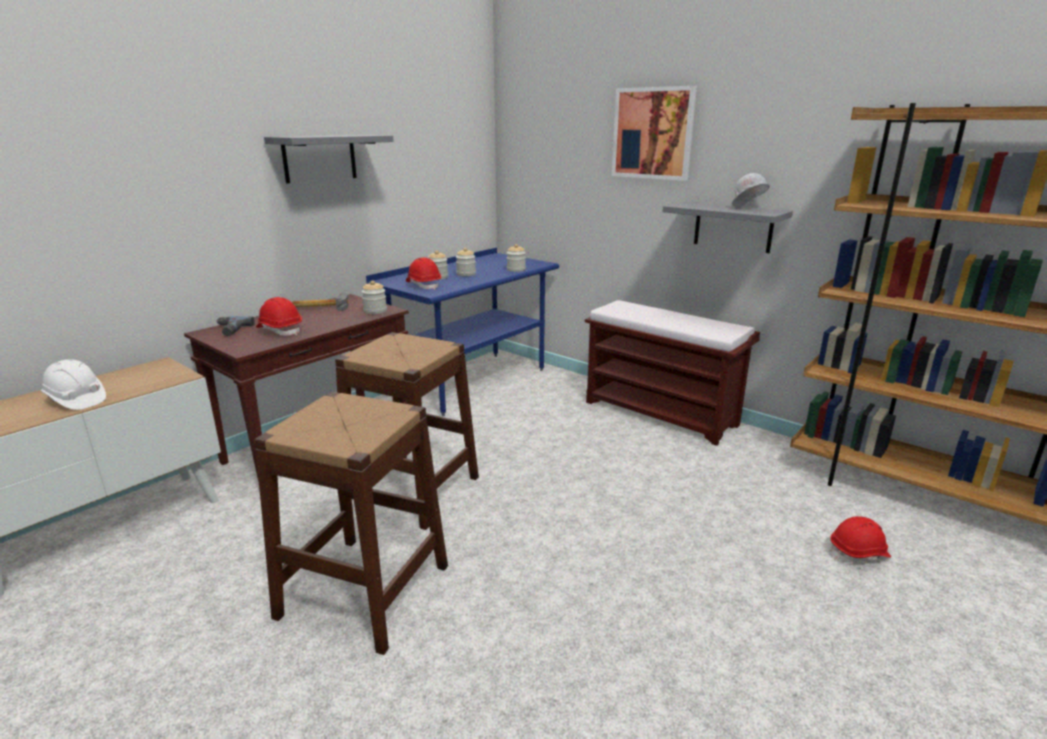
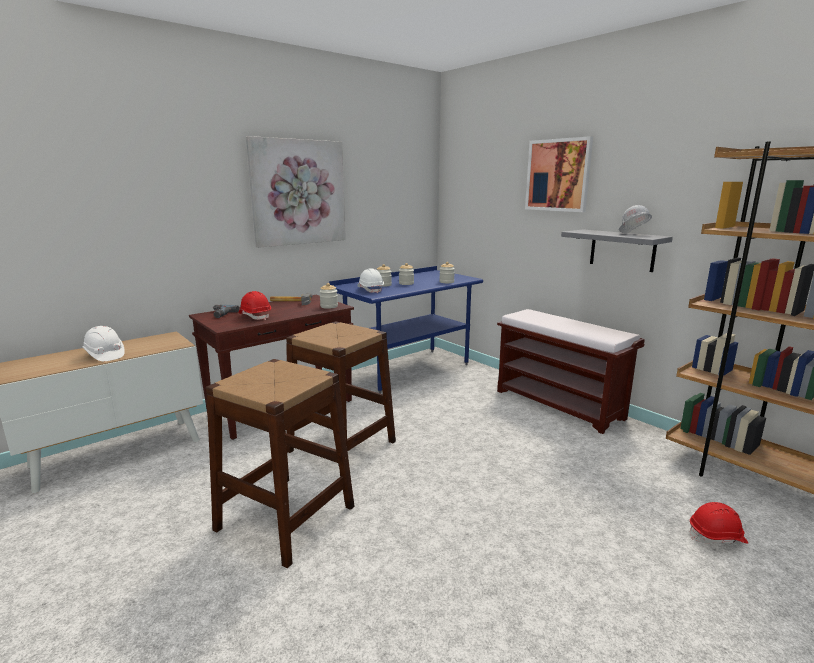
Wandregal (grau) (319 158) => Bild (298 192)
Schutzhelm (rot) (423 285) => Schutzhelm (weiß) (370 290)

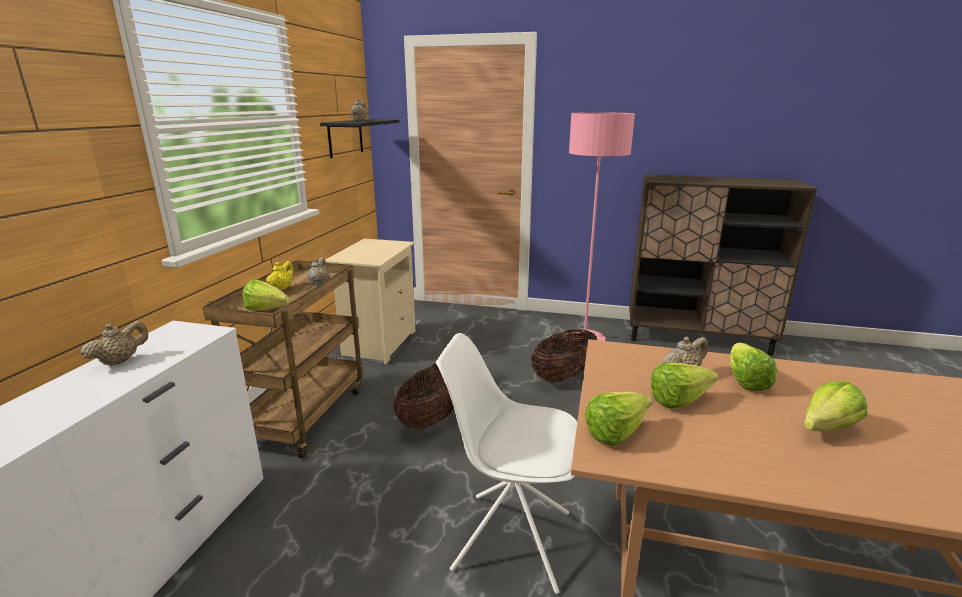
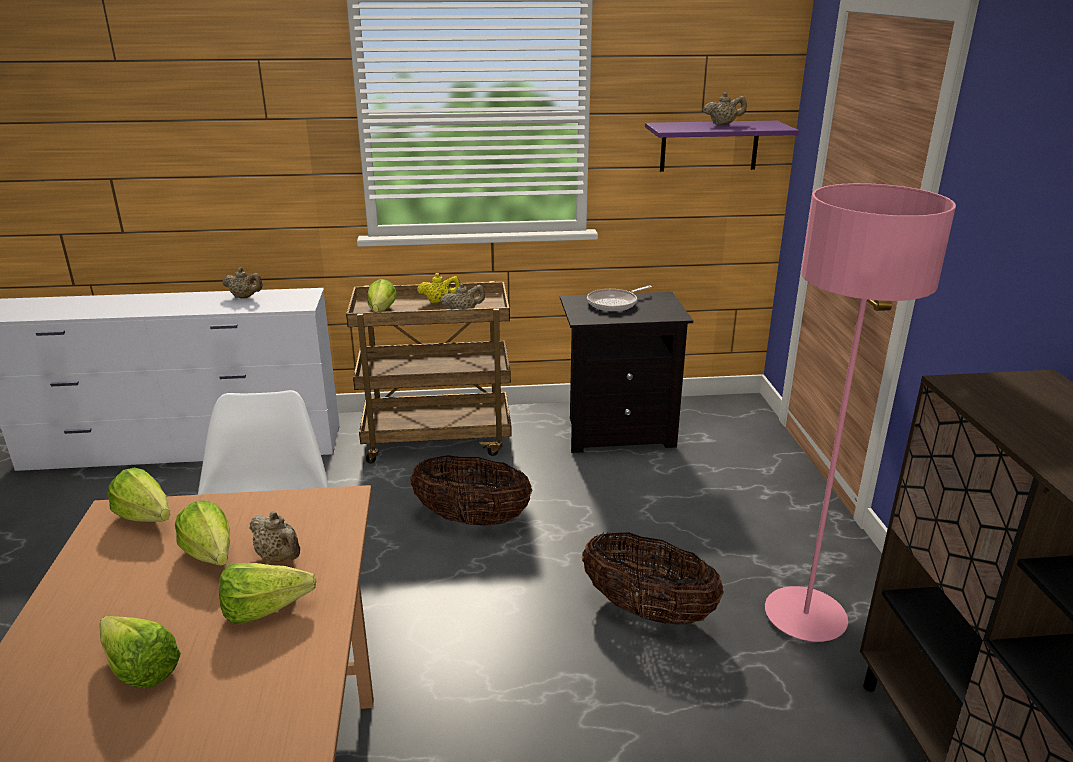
Wandregal (schwarz) (345 138) => Wandregal (lila) (709 146)
Nachttisch (beige) (378 343) => Nachttisch (schwarz) (618 432)
nothing => Pfanne (614 303)

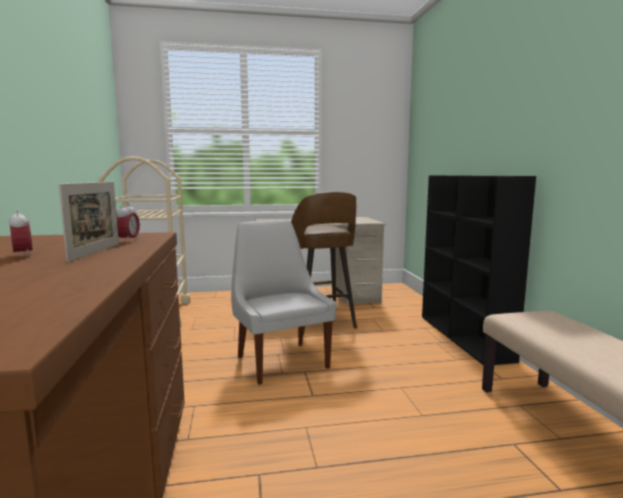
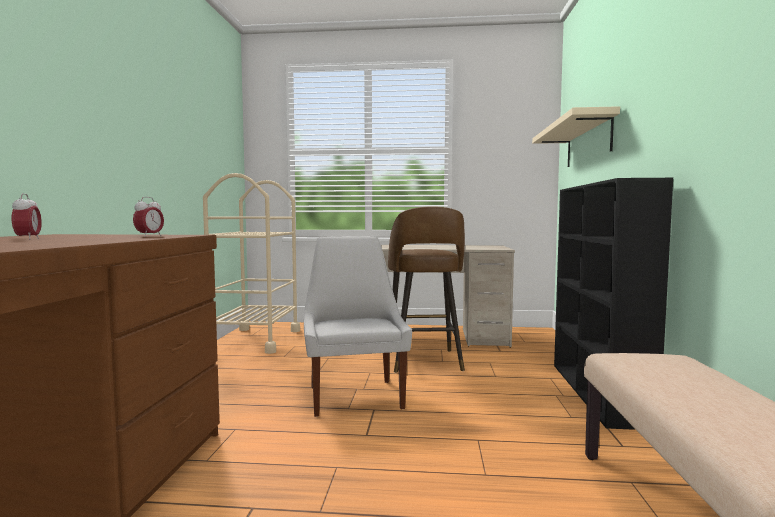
Bilderrahmen (95 252) => nothing
nothing => Wandregal (beige) (588 142)

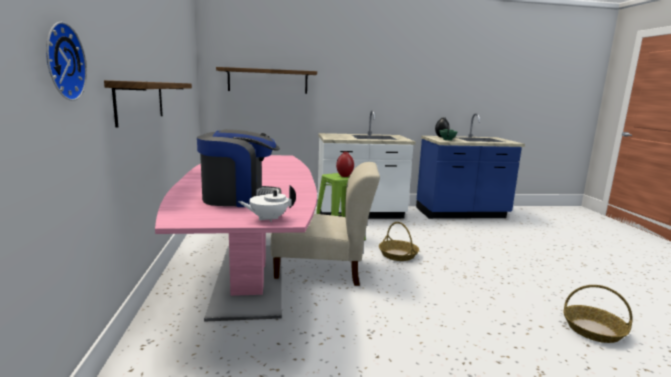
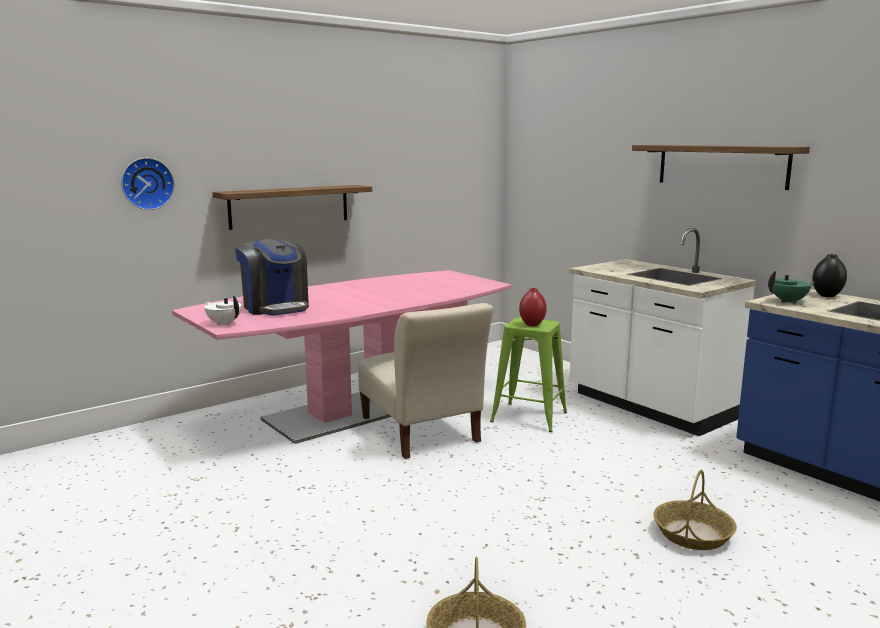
Wandregal (268 81) => Wandregal (721 166), move
Korb (398 255) => Korb (693 534), move

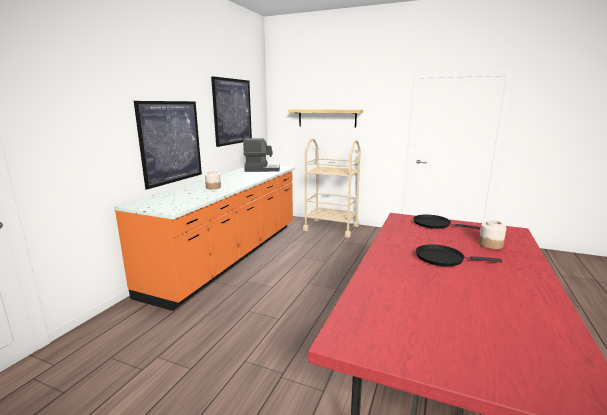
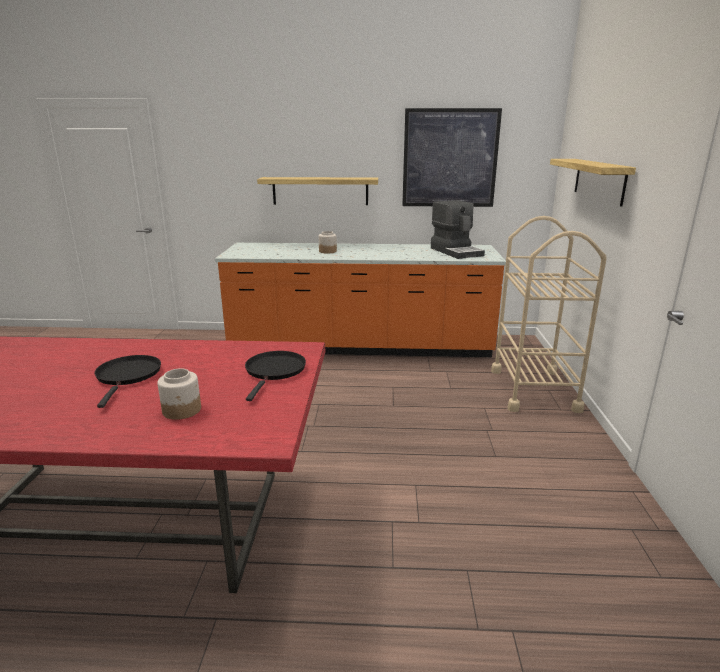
Bild (171 142) => Wandregal (320 191)

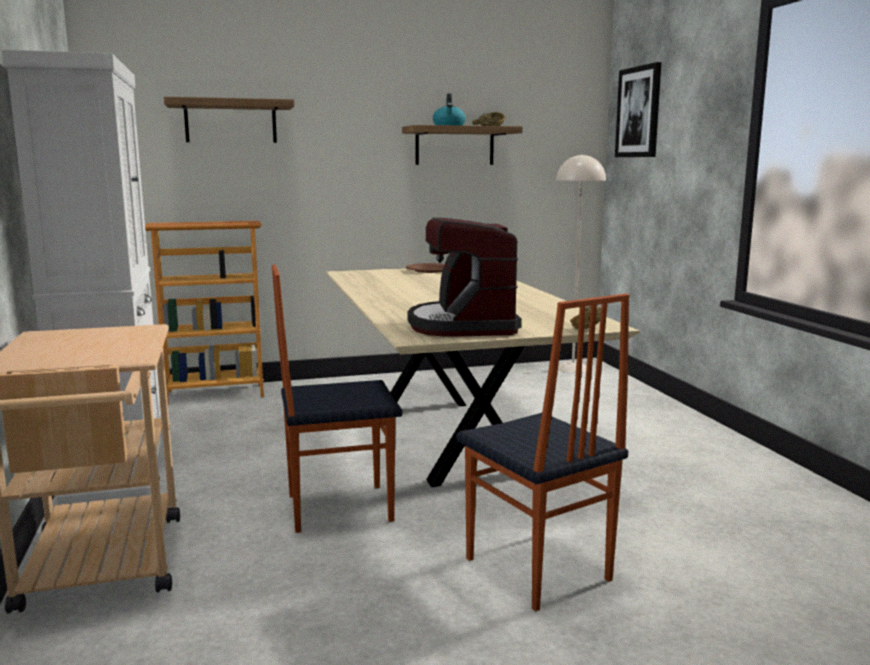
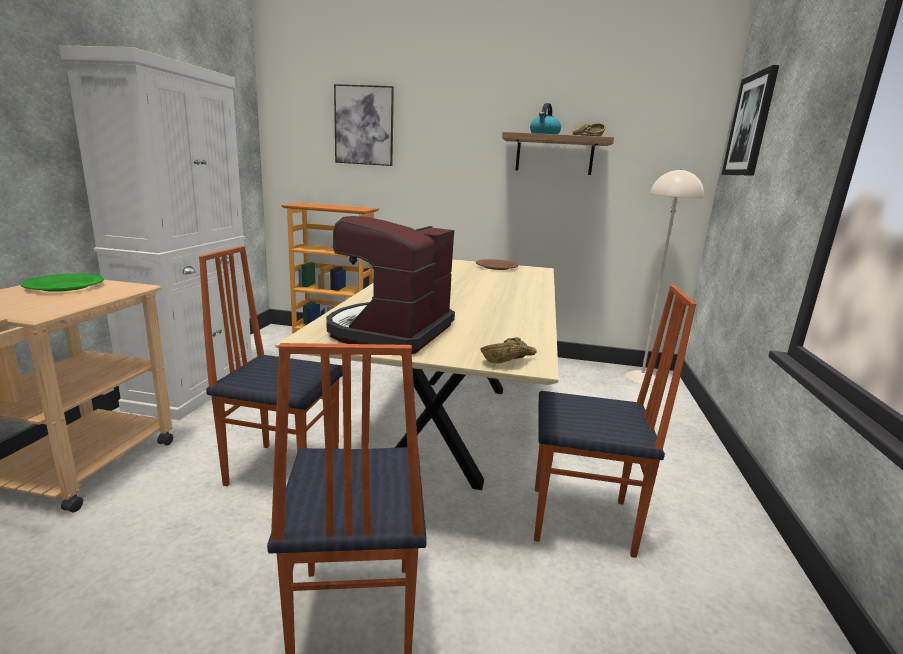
Wandregal (230 122) => Bild (364 125)
nothing => Teller (grün) (64 286)
nothing => Stuhl (582 522)

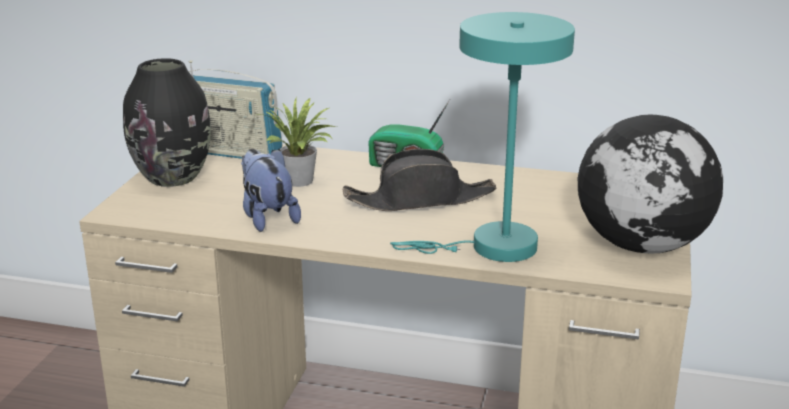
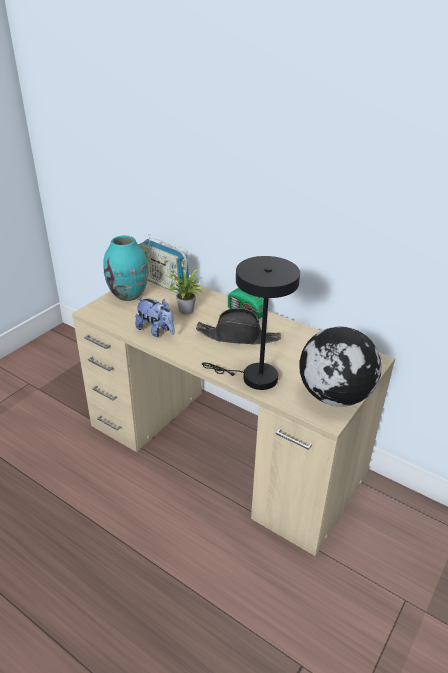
Tischlampe (türkis) (492 248) => Tischlampe (schwarz) (253 377)
Vase (schwarz) (173 177) => Vase (türkis) (129 295)
Plüschtier (267 217) => Plüschtier (156 331), 135 degrees clockwise

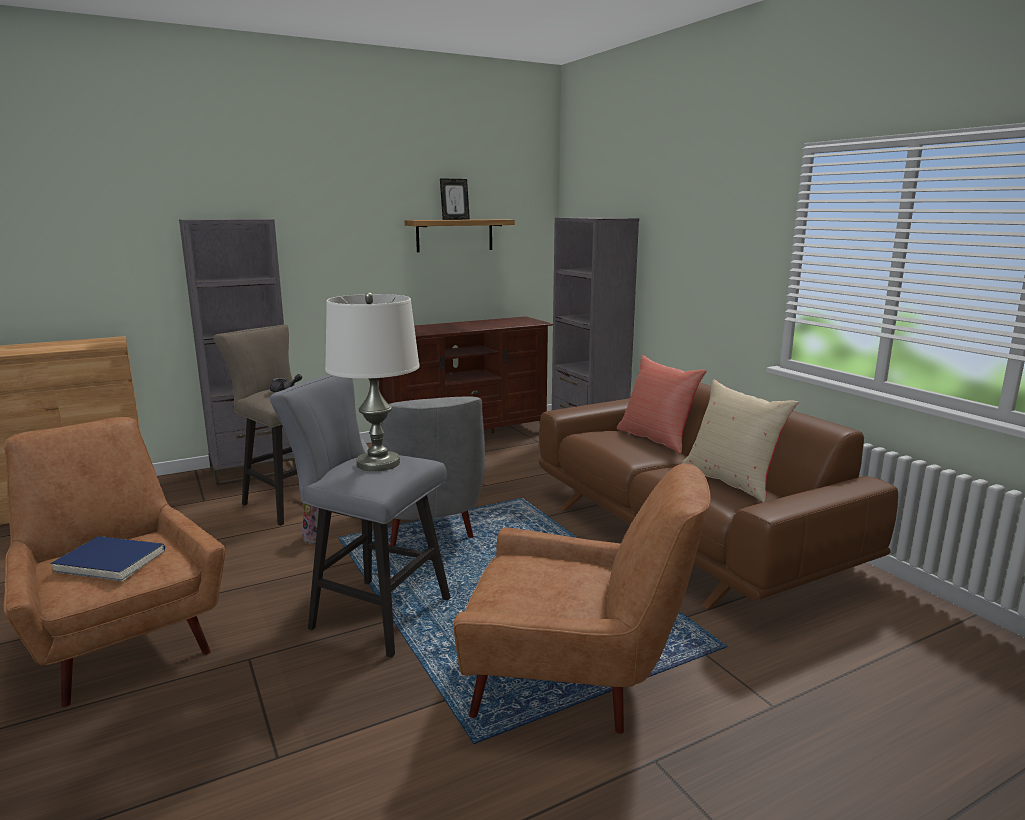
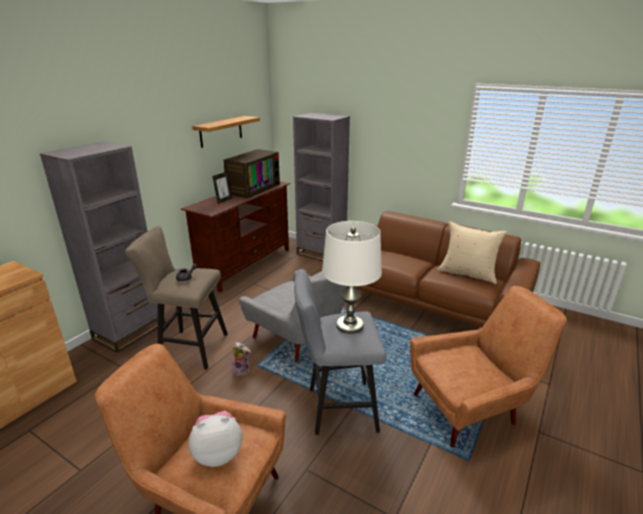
Bilderrahmen (455 219) => Bilderrahmen (224 200), move
Kissen (rot) (656 439) => nothing
Buch (blau) (110 562) => Plüschtier (218 453)
nothing => Fernseher (253 188)

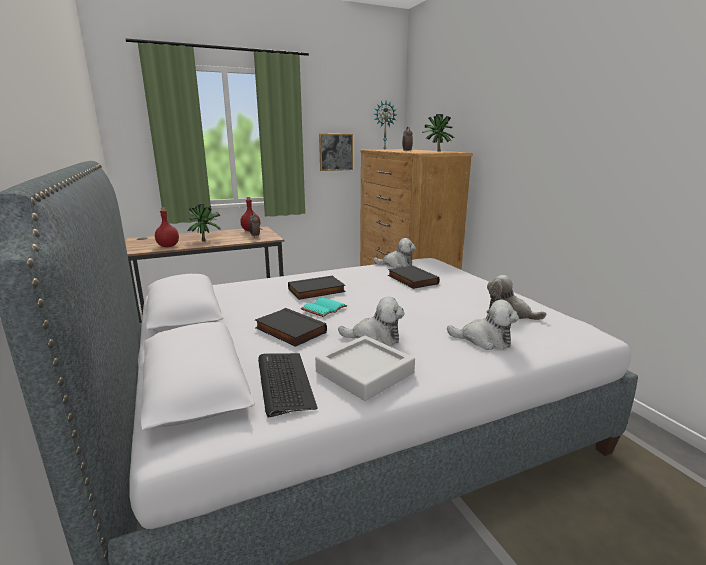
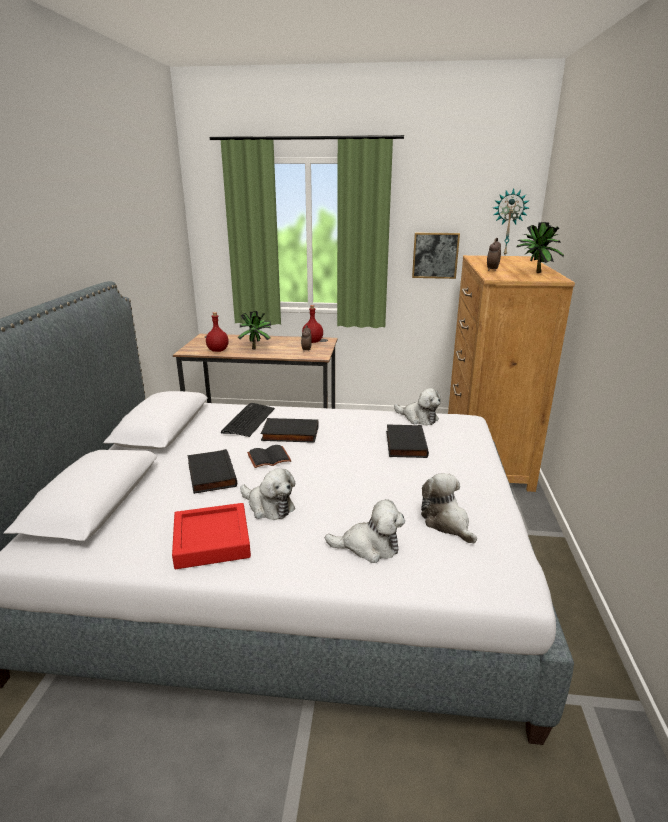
Buch (türkis) (323 308) => Buch (schwarz) (269 457)
Plüschtier (484 340) => Plüschtier (369 547), 45 degrees counterclockwise
Tablett (grau) (364 372) => Tablett (rot) (212 541)
Tastatur (284 382) => Tastatur (248 420), move

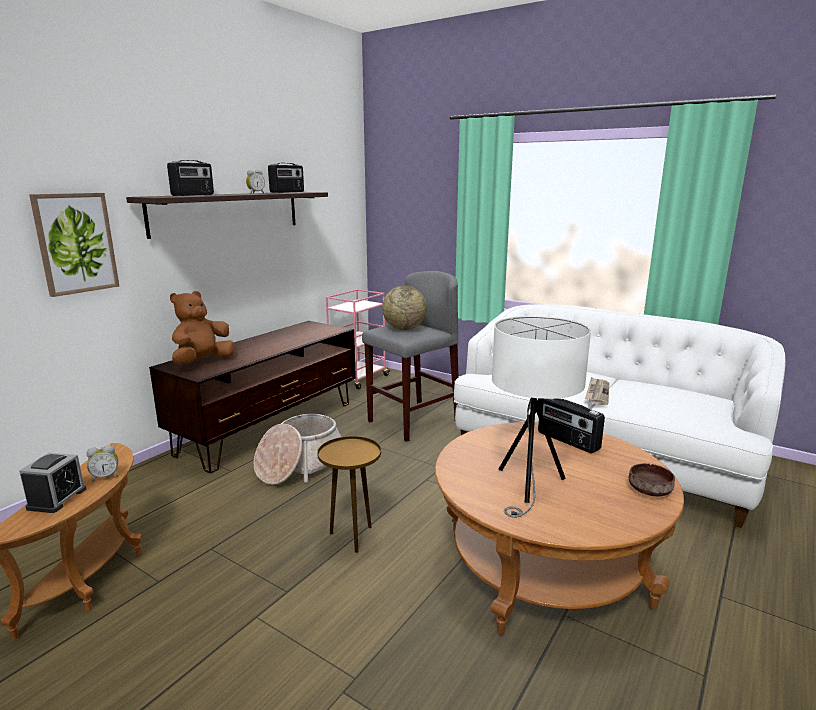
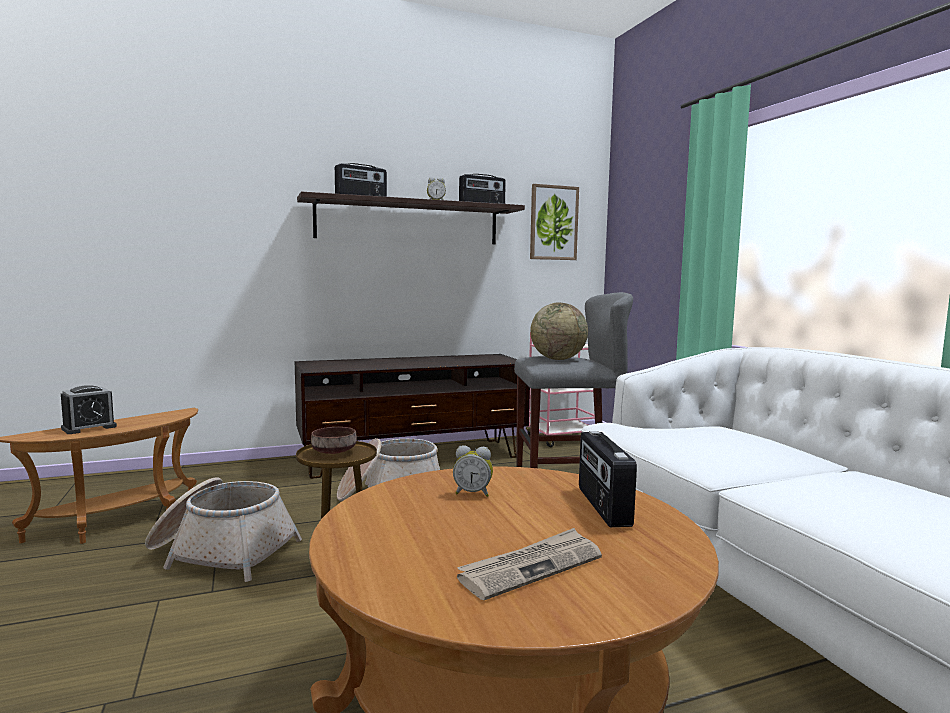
Bild (76 243) => Bild (553 223), move
Plüschtier (braun) (202 362) => nothing
Tischlampe (weiß) (528 486) => nothing
Zeitung (597 393) => Zeitung (531 567), move
Wecker (105 477) => Wecker (473 493), move
Schüssel (braun) (649 490) => Schüssel (braun) (332 451), move
nothing => Korb (222 552)

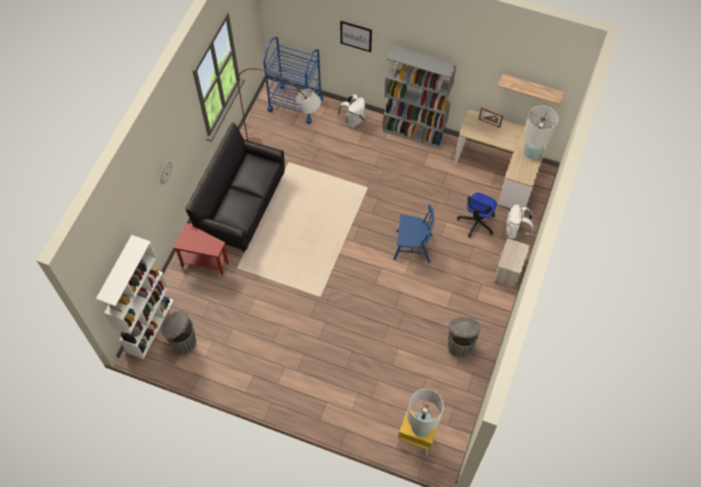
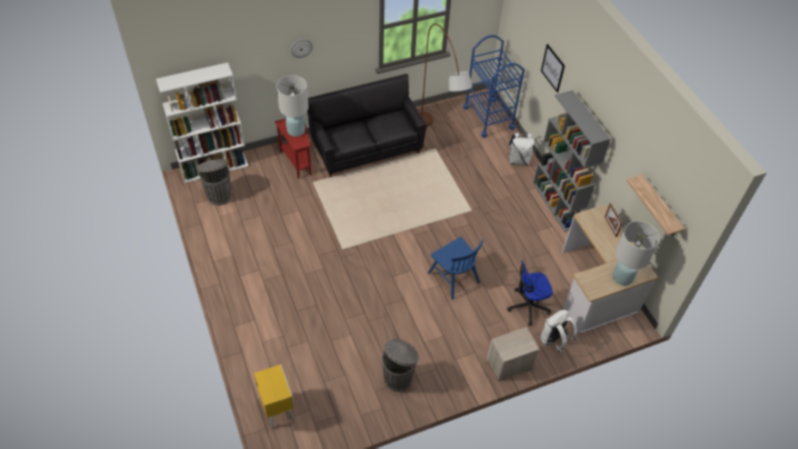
Tischlampe (weiß) (421 427) => Tischlampe (weiß) (296 130), move

